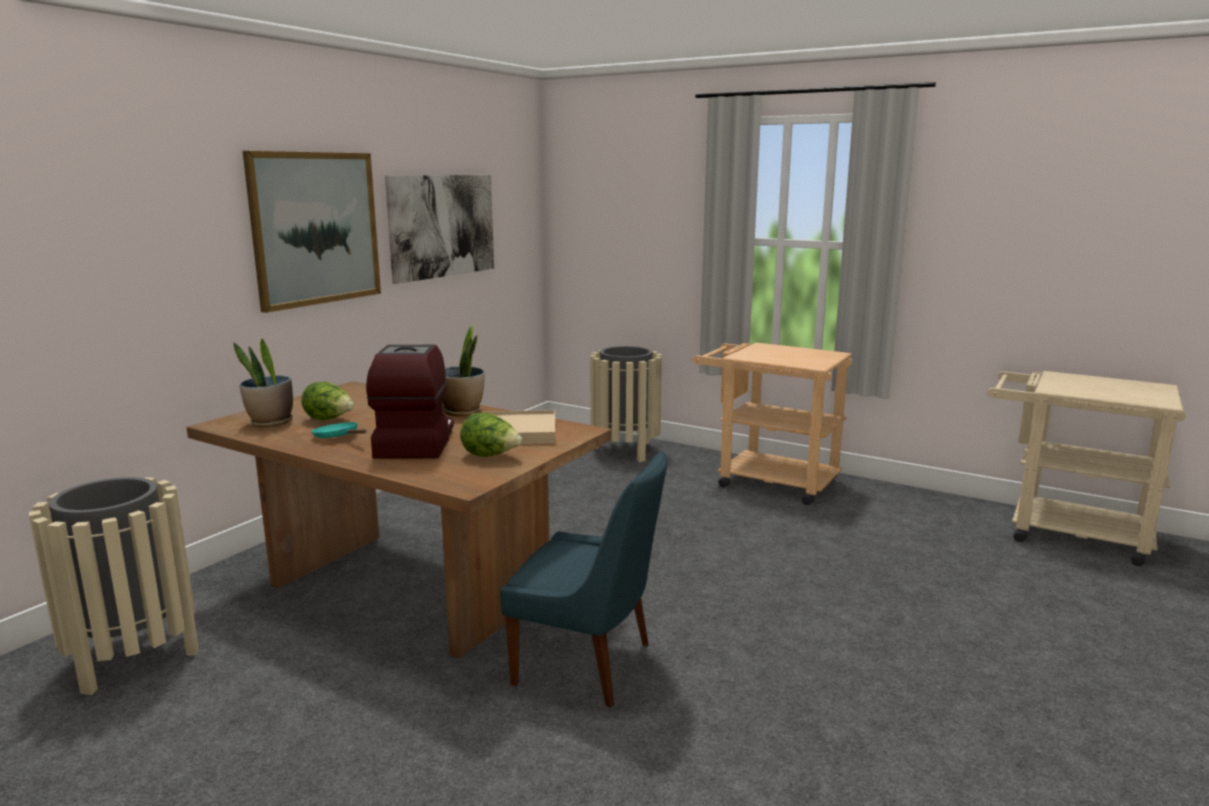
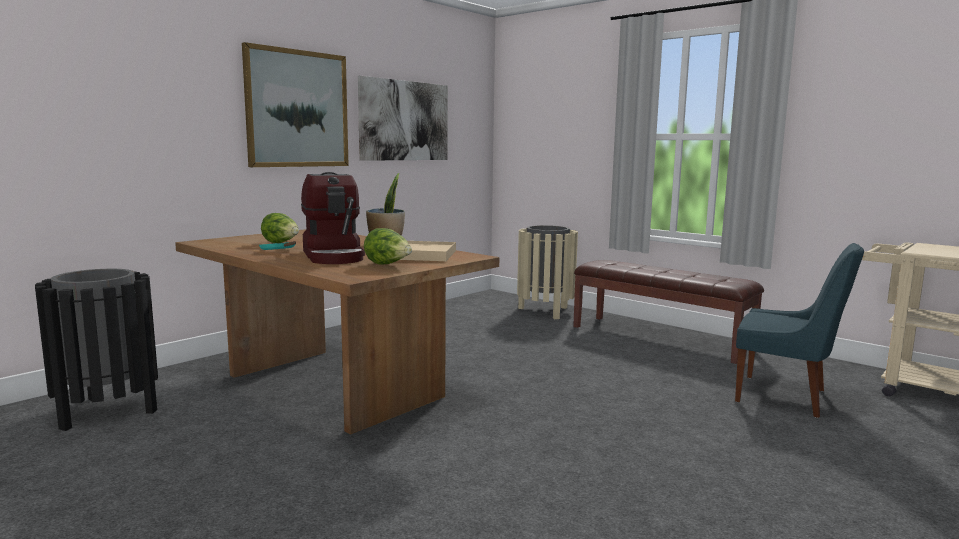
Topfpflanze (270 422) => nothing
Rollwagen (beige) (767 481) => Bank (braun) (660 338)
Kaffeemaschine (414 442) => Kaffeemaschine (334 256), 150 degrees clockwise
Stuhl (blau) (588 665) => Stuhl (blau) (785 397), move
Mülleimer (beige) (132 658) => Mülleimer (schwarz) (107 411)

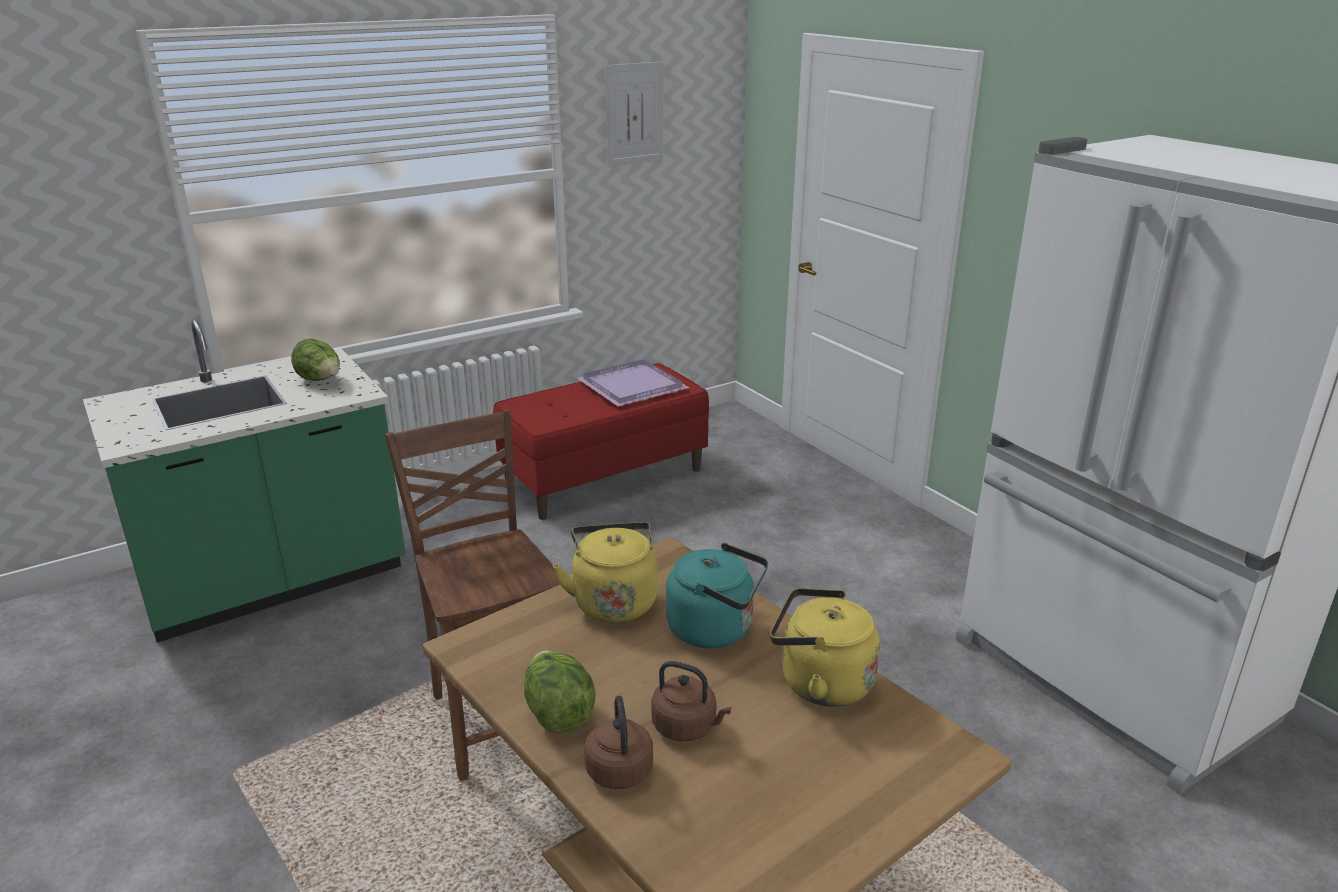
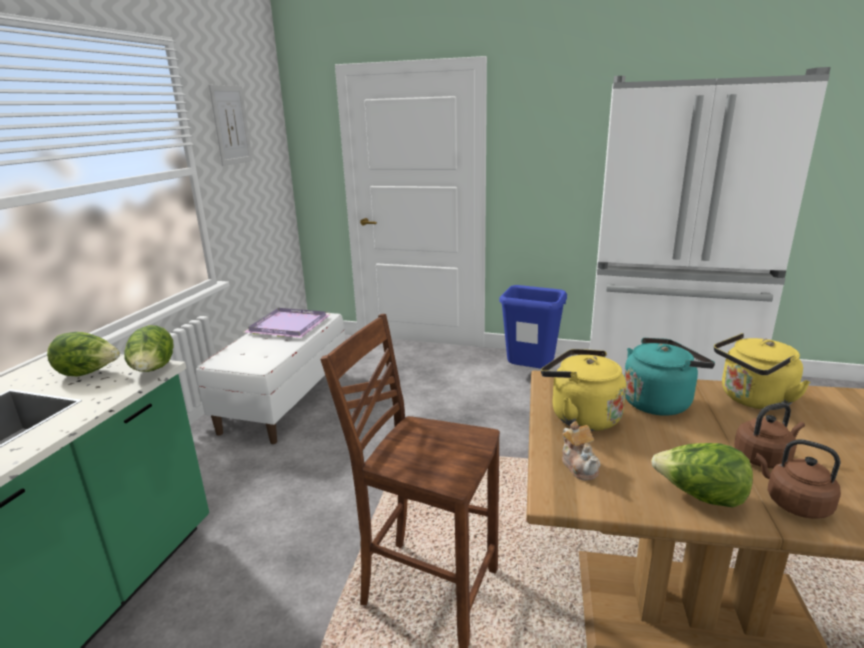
Bank (rot) (604 477) => Bank (weiß) (285 400)
nothing => Mülleimer (blau) (530 374)
nothing => Salatkopf (153 371)
nothing => Teekanne (579 465)

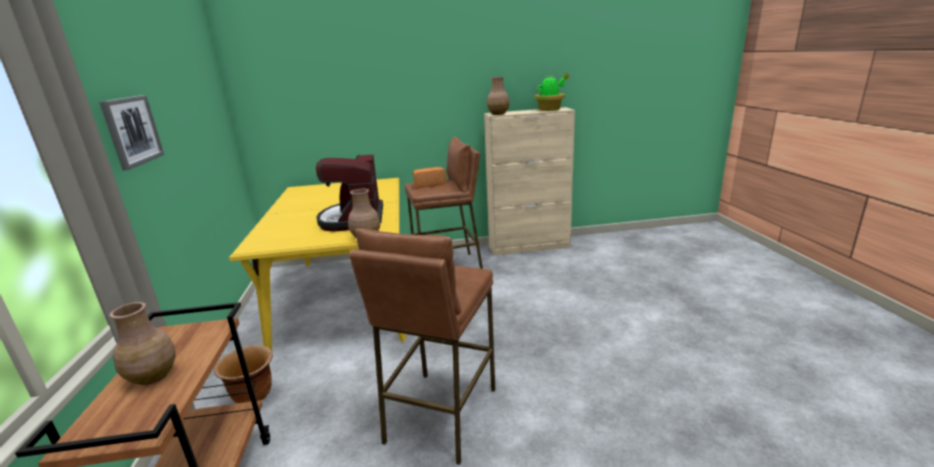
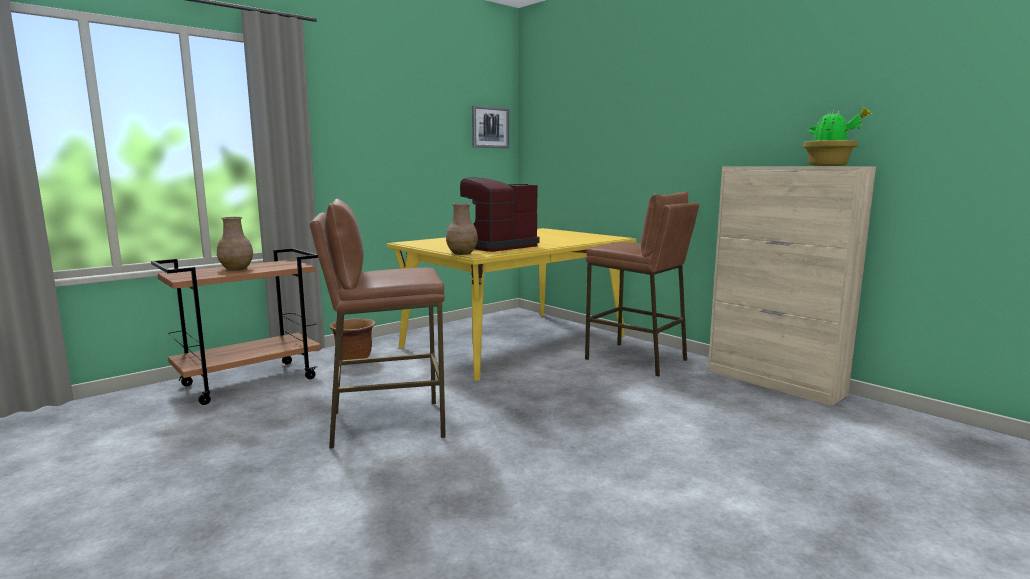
Vase (braun) (498 114) => nothing
Bild (132 131) => Bild (490 127), move
Brot (429 184) => nothing

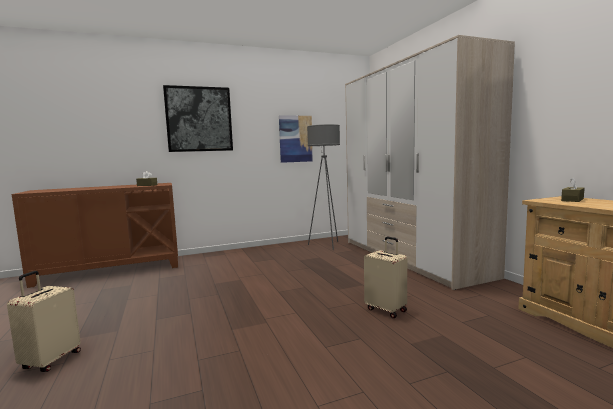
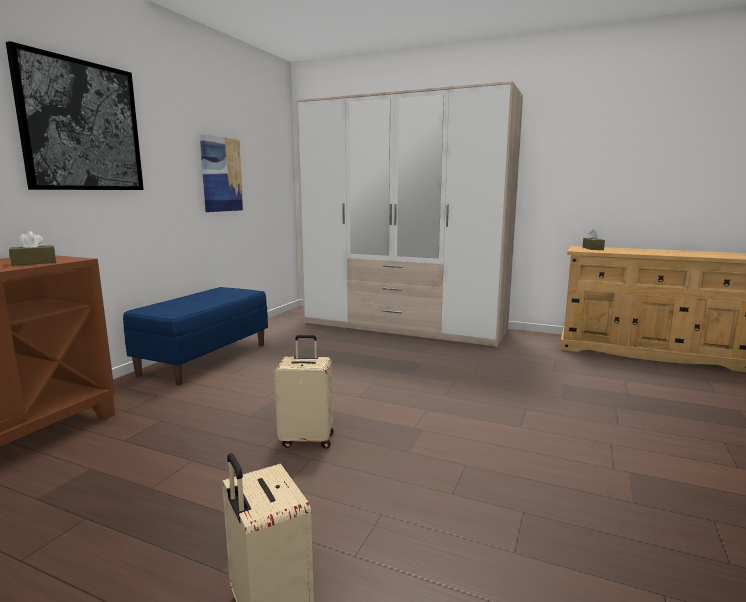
Stehlampe (grau) (326 245) => nothing
Koffer (beige) (386 309) => Koffer (beige) (307 439), move
nothing => Bank (blau) (205 359)

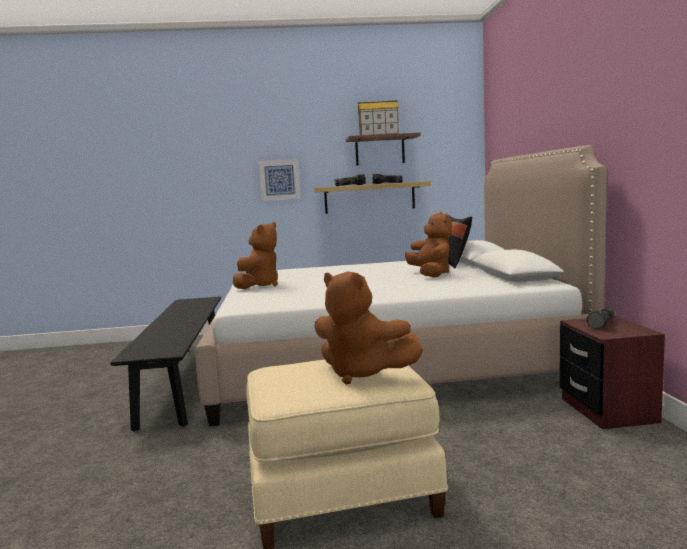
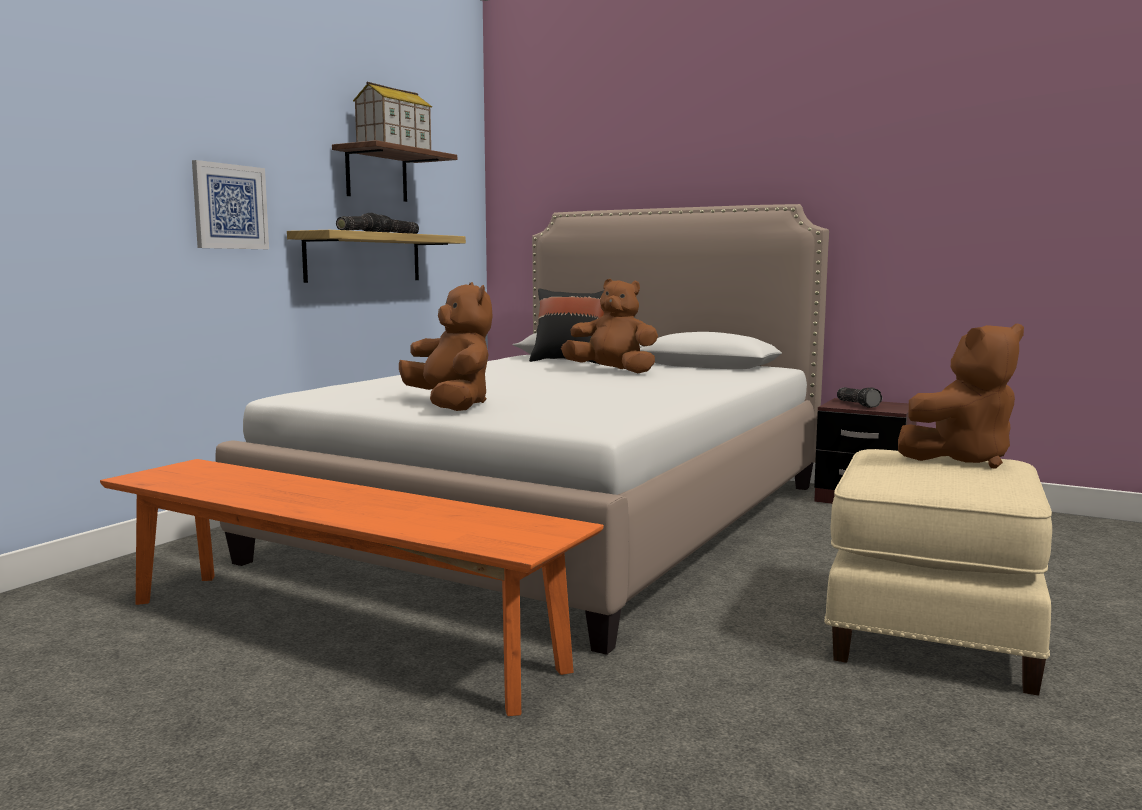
Bank (schwarz) (184 381) => Bank (orange) (334 633)

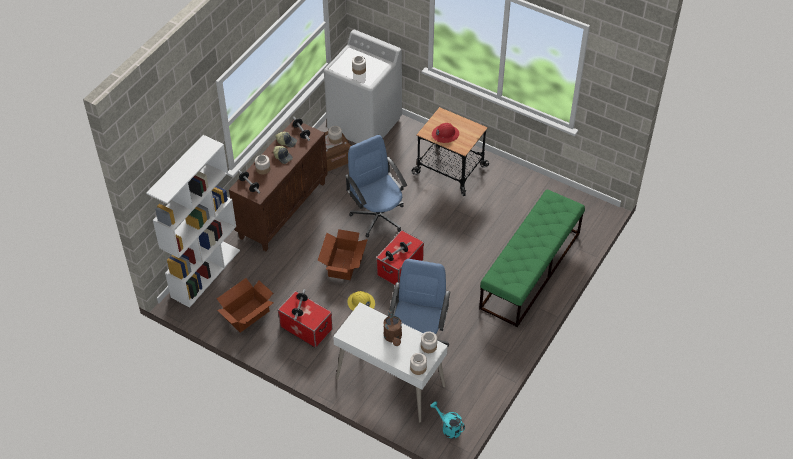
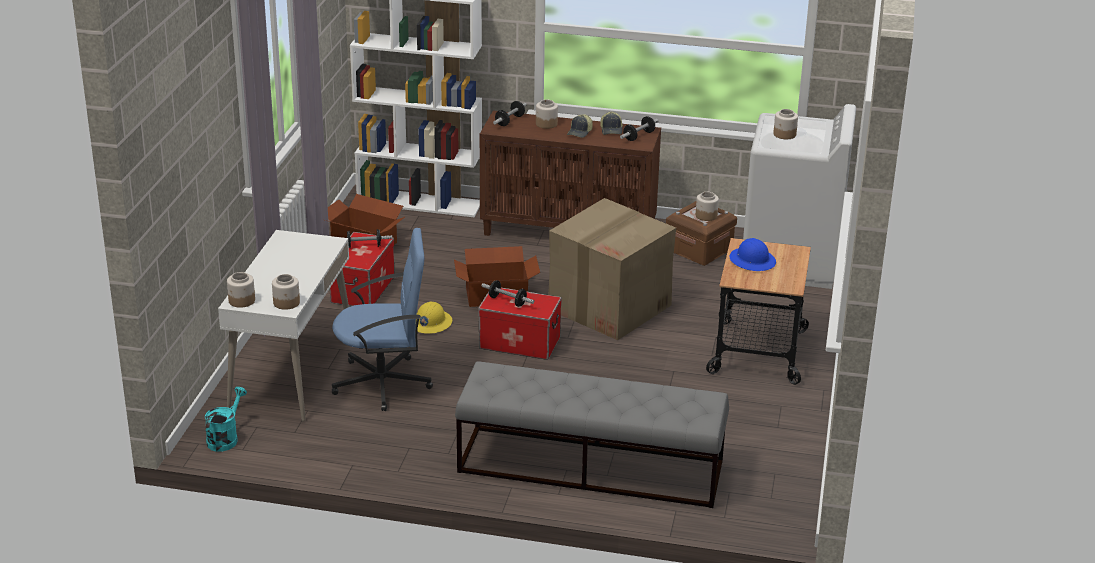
Schutzhelm (rot) (445 134) => Schutzhelm (blau) (752 261)
Bürostuhl (blau) (378 216) => Karton (610 306)
Bank (grün) (530 270) => Bank (grau) (589 466)
Gießkanne (braun) (393 338) => nothing

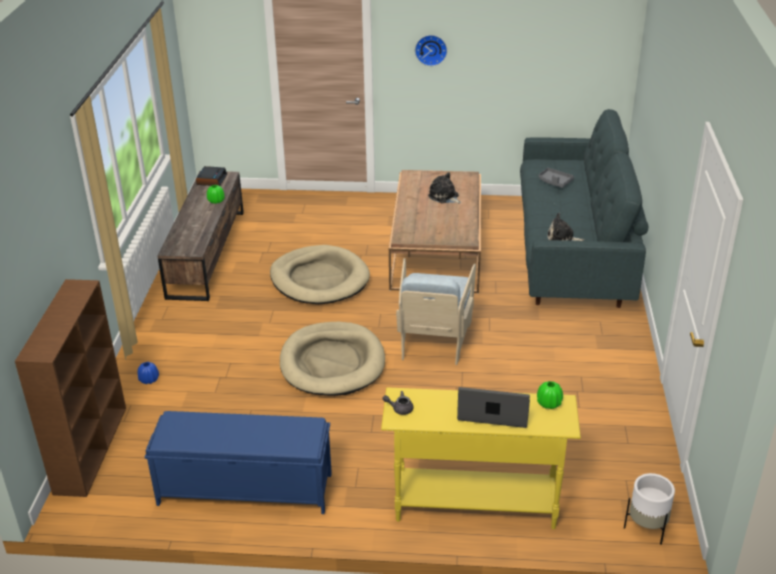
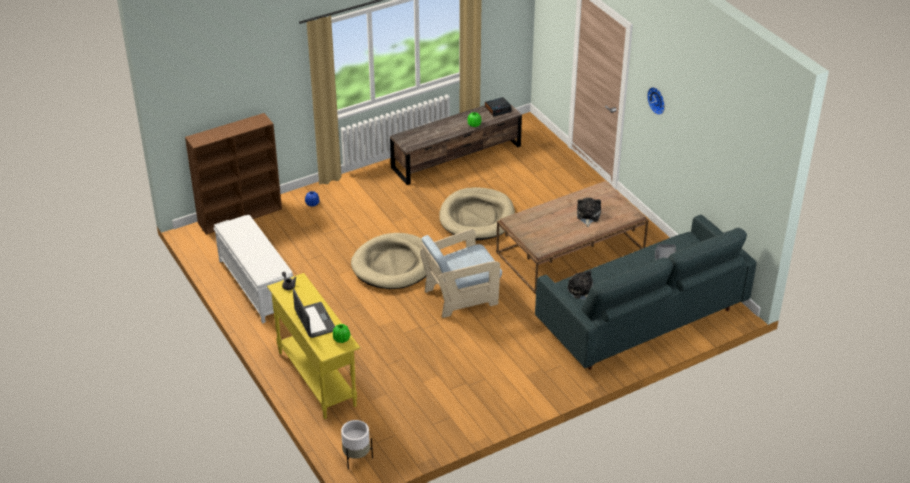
Bank (blau) (244 489) => Bank (weiß) (256 285)

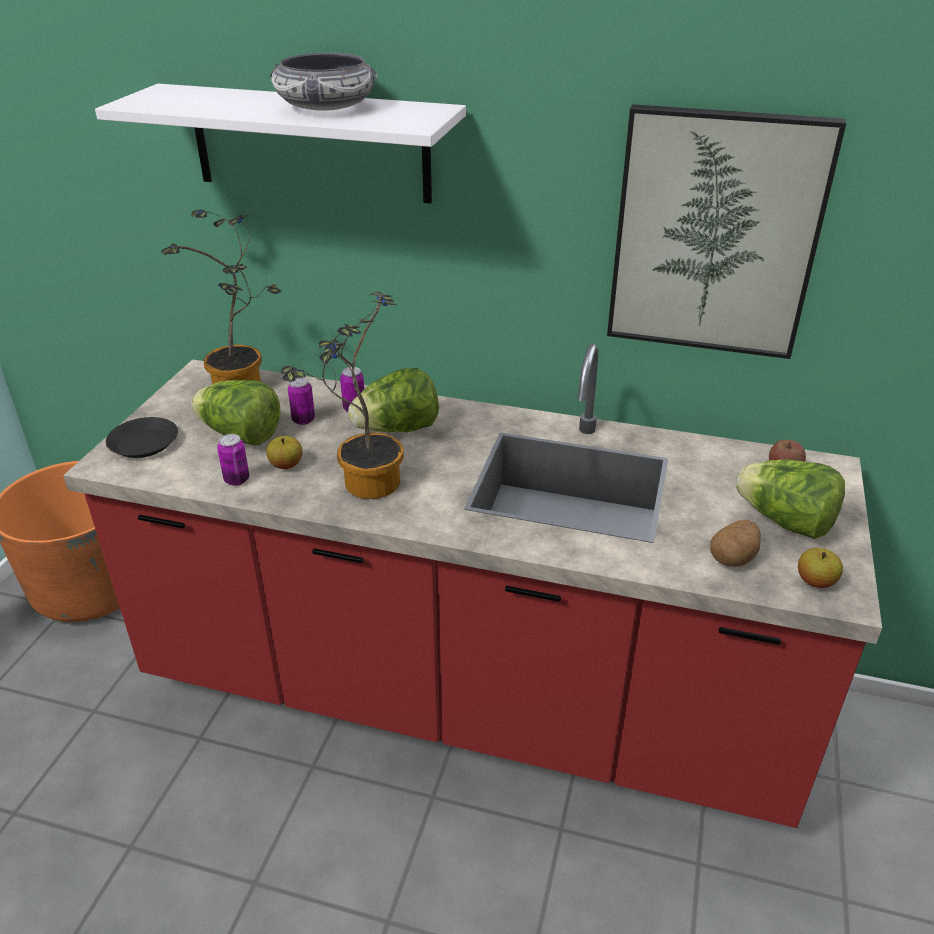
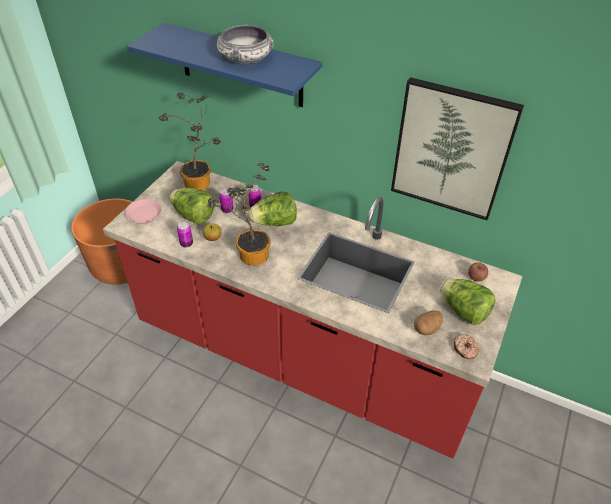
Wandregal (weiß) (310 143) => Wandregal (blau) (240 66)
Teller (schwarz) (143 443) => Teller (rosa) (144 214)
Apfel (815 581) => Donut (465 349)

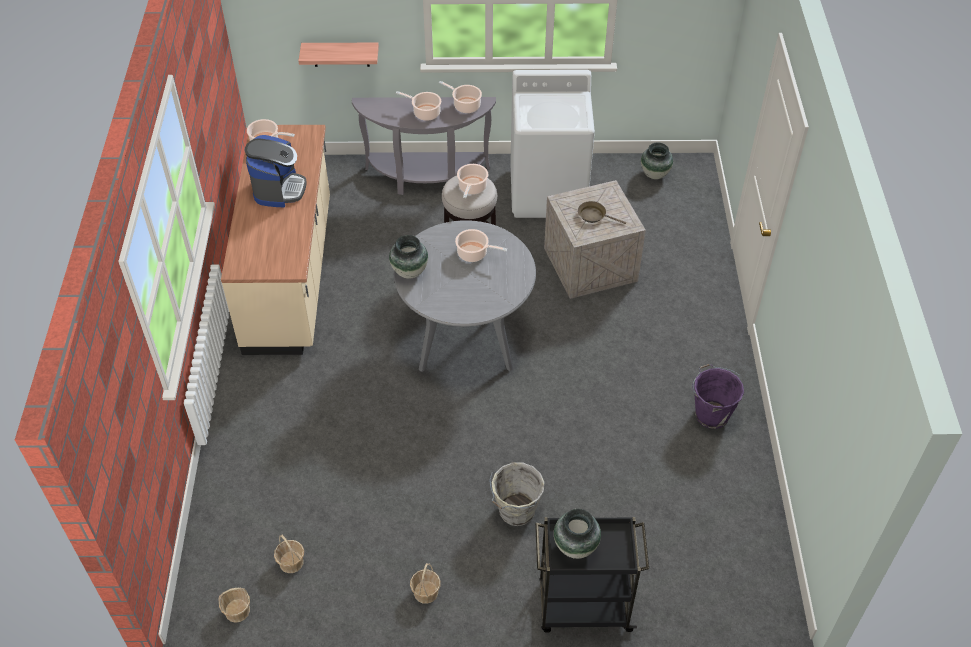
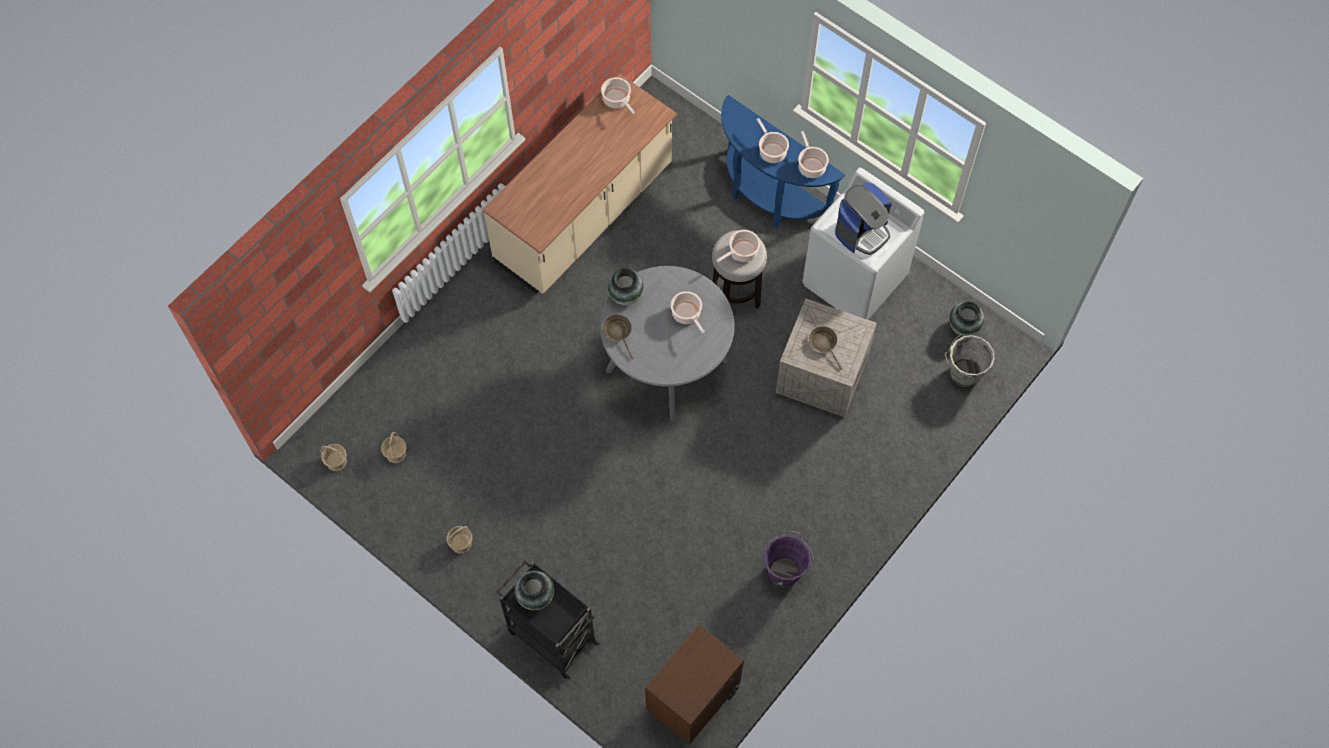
Wandregal (341 54) => nothing
Konsolentisch (grau) (426 178) => Konsolentisch (blau) (768 196)
Kaffeemaschine (279 189) => Kaffeemaschine (862 231), move
Eimer (grau) (515 512) => Eimer (grau) (963 373), move
nothing => Pfanne (braun) (619 332)
nothing => Nachttisch (braun) (694 698)

